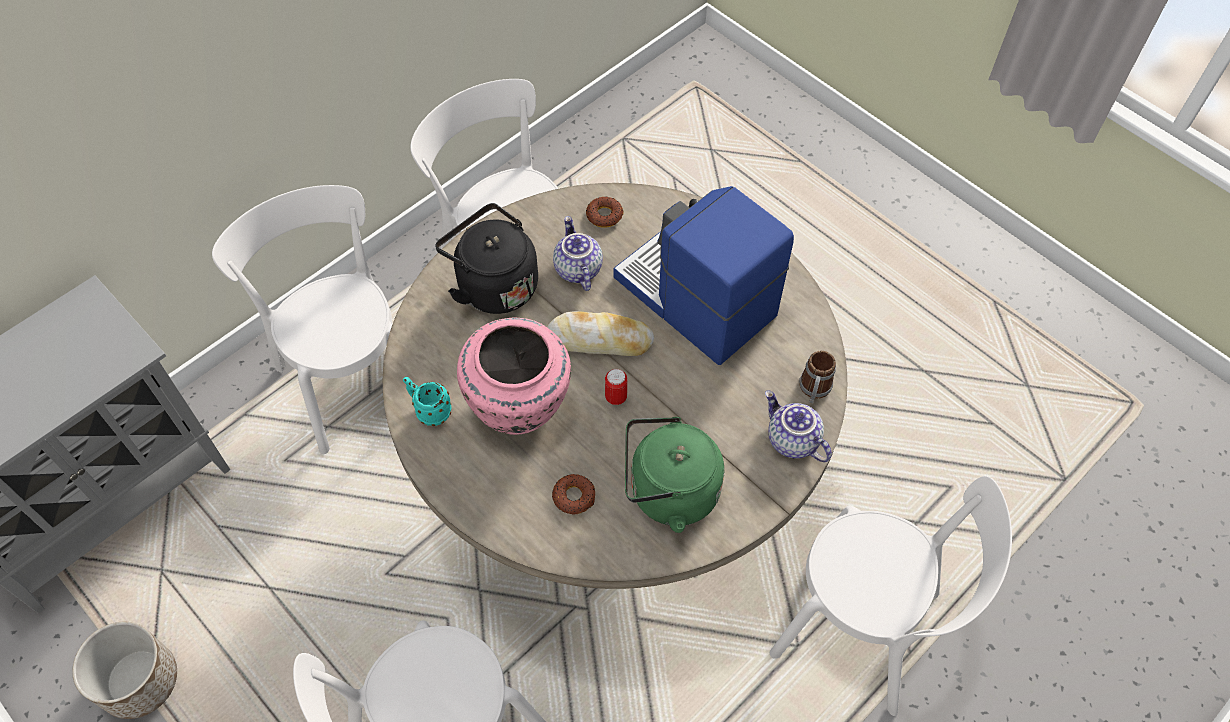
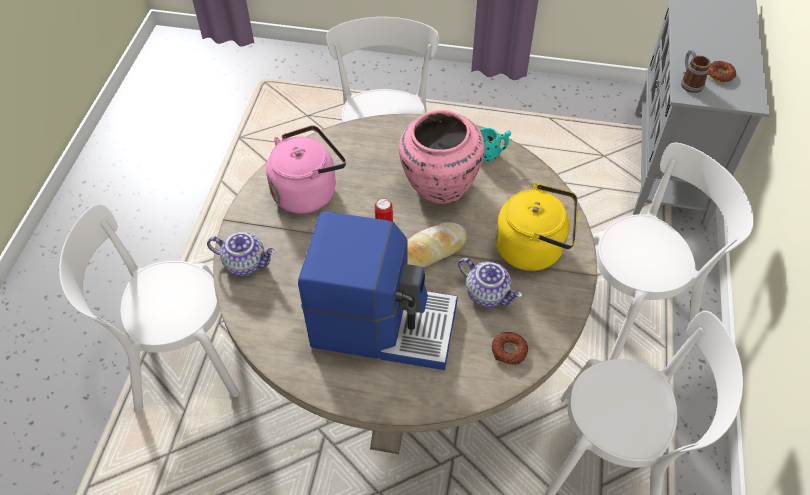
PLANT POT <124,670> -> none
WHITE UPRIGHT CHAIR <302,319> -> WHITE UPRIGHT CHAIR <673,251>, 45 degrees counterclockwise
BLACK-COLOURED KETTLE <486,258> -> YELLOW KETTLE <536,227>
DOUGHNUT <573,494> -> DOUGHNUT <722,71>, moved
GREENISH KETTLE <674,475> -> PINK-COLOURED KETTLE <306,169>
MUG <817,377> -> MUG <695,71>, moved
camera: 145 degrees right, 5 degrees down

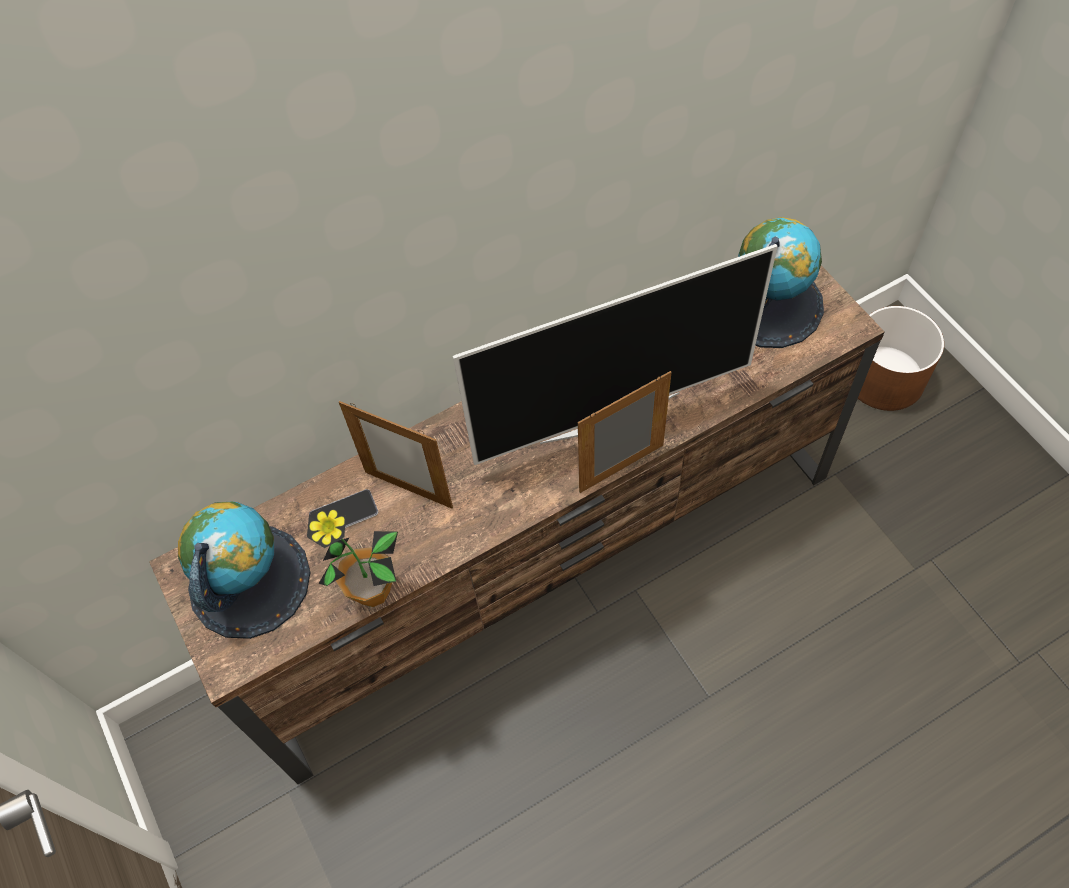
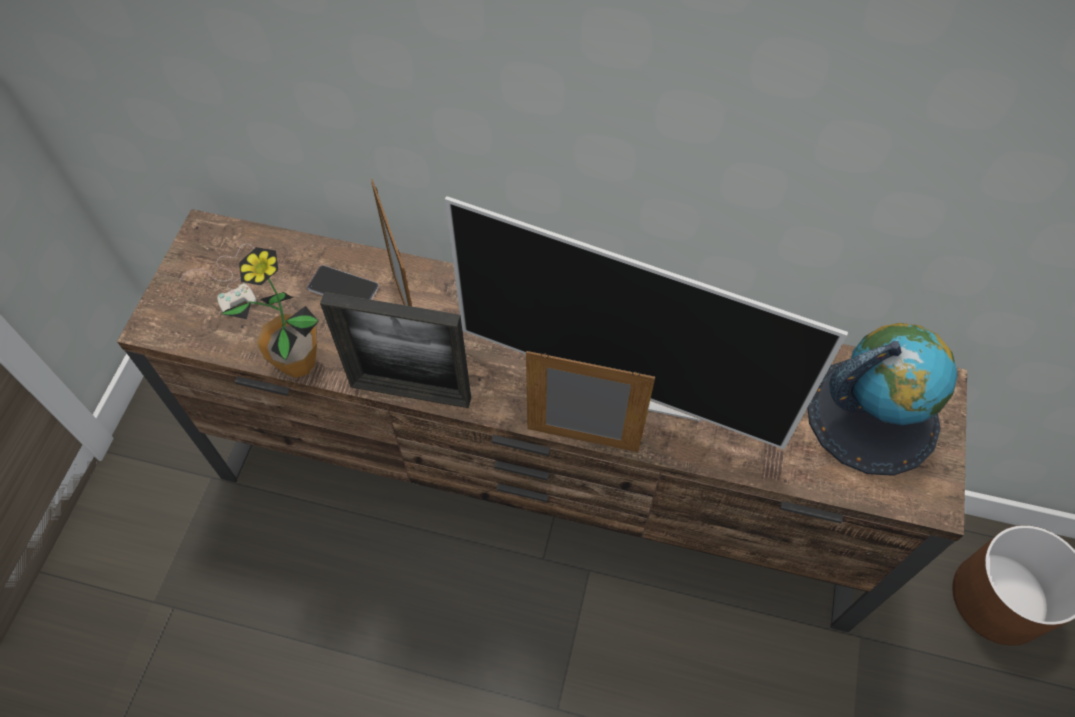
GLOBE <244,570> -> WHITE GAMEPAD <218,280>
none -> PICTURE FRAME <395,350>
camera: 40 degrees right, 0 degrees up

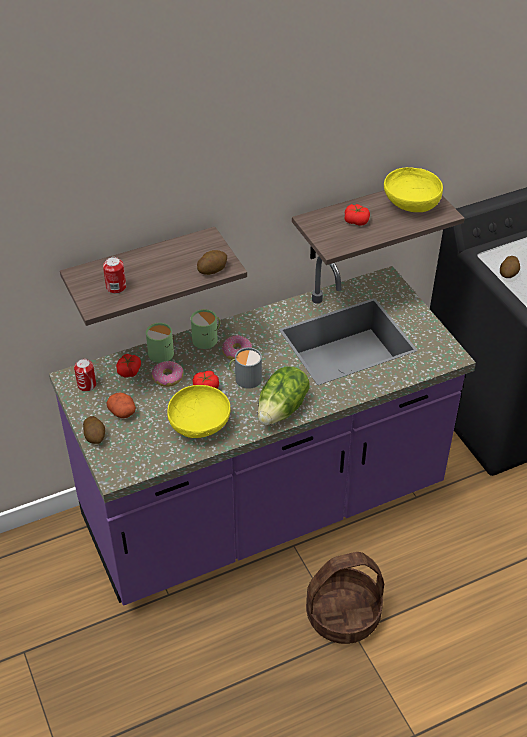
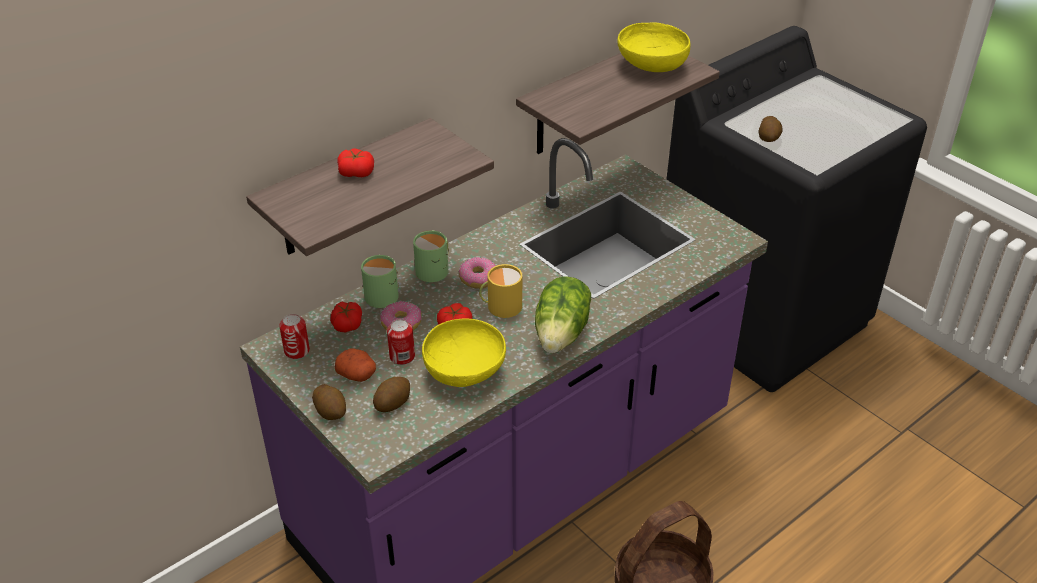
METAL CAN <114,275> -> METAL CAN <401,342>, moved
WHOLE POTATO <212,262> -> WHOLE POTATO <391,394>, moved
GRAY MUG <245,368> -> YELLOW MUG <500,291>
WHOLE TOMATO <357,215> -> WHOLE TOMATO <355,162>, moved
camera: 15 degrees left, 5 degrees down

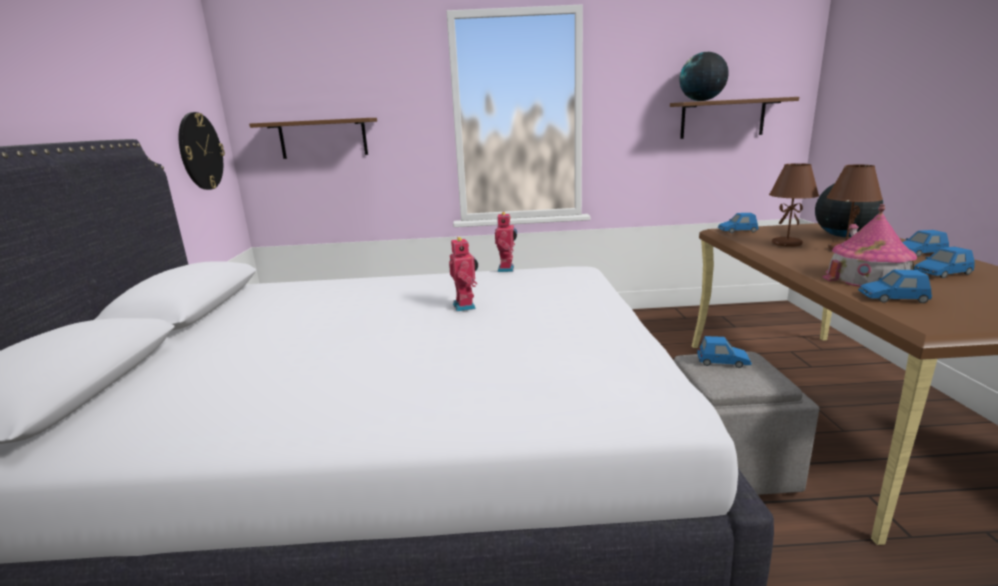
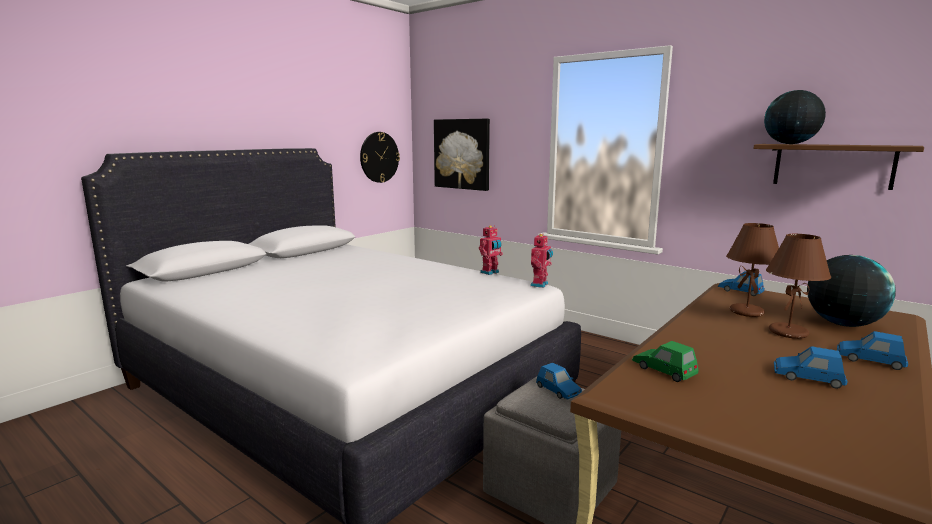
BROWN-COLOURED WALL SHELF <313,138> -> PICTURE <462,155>
ROBOT FIGURE <463,274> -> ROBOT FIGURE <541,261>, moved
TOY HOUSE <869,245> -> none
BLUE-COLOURED MINIATURE CAR <895,286> -> GREENISH MINIATURE CAR <665,361>
camera: 40 degrees right, 5 degrees down

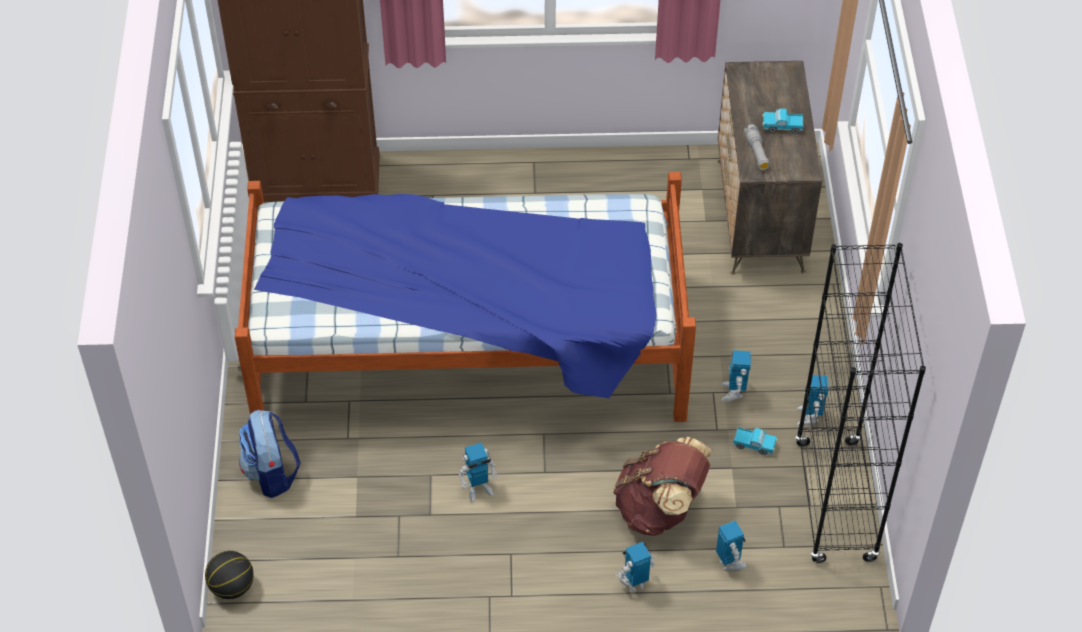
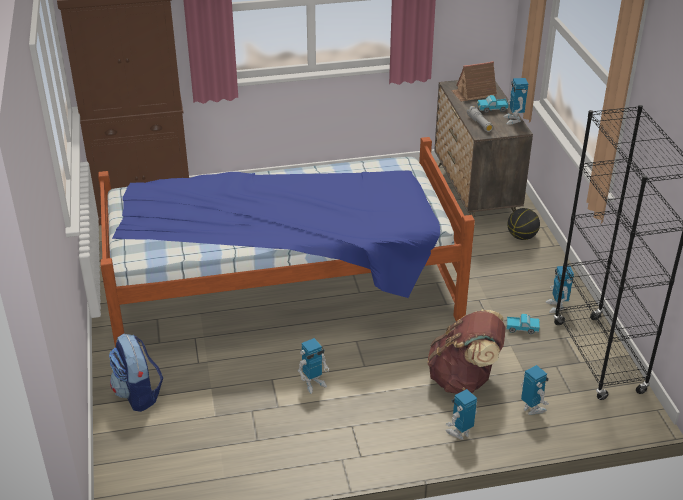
BALL FOR BASKETBALL <229,575> -> BALL FOR BASKETBALL <523,224>, moved
ROBOT FIGURE <736,376> -> ROBOT FIGURE <515,101>, moved
none -> TOY HOUSE <474,81>
camera: 10 degrees left, 15 degrees down

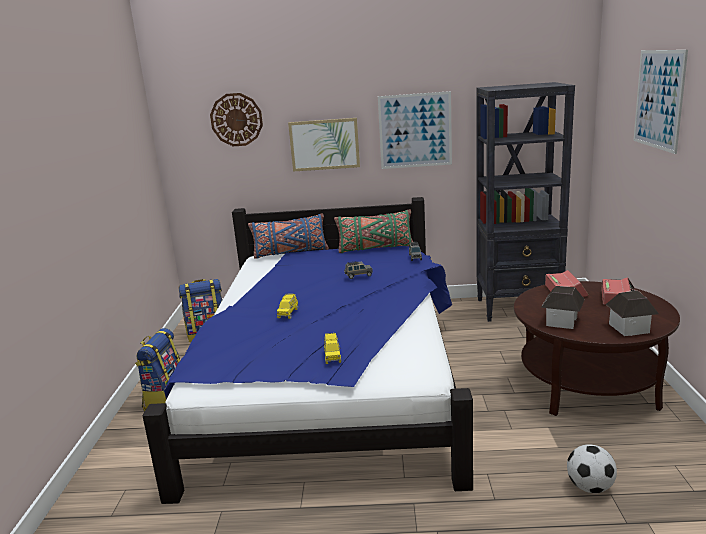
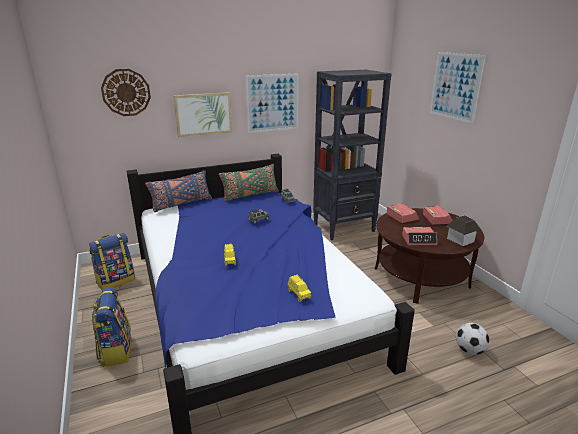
TOY HOUSE <563,307> -> BEDSIDE CLOCK <419,236>
camera: 25 degrees left, 5 degrees up

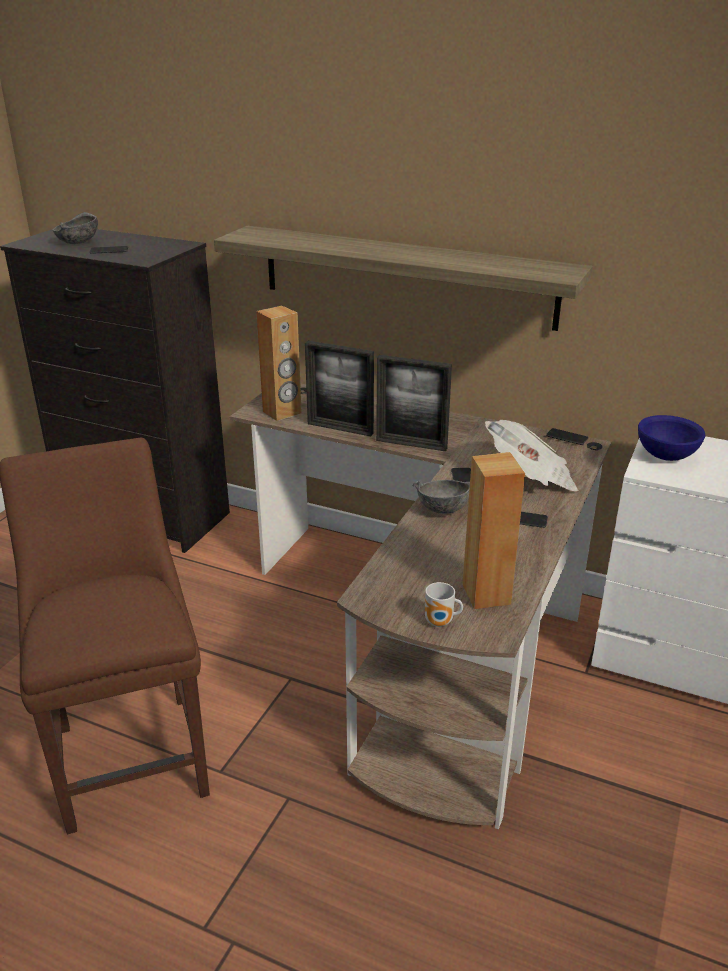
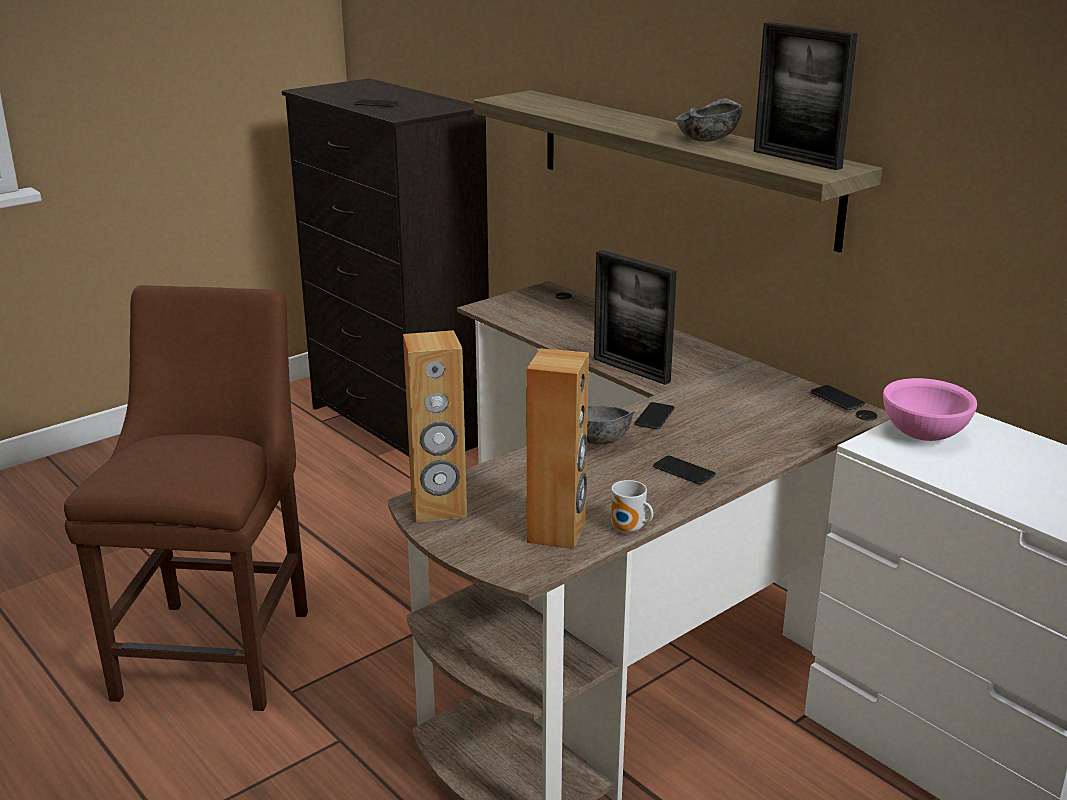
GRAY DEEP DISH <75,228> -> GRAY DEEP DISH <709,120>, moved
BROWN-COLOURED AUDIO SPEAKER <279,363> -> BROWN-COLOURED AUDIO SPEAKER <435,426>, moved
PICTURE FRAME <339,388> -> PICTURE FRAME <806,96>, moved
MUG <444,604> -> MUG <632,507>, moved
DAILY PAPER <531,455> -> none
BLUE-COLOURED DEEP DISH <671,438> -> PINK-COLOURED DEEP DISH <930,409>
camera: 25 degrees right, 5 degrees down

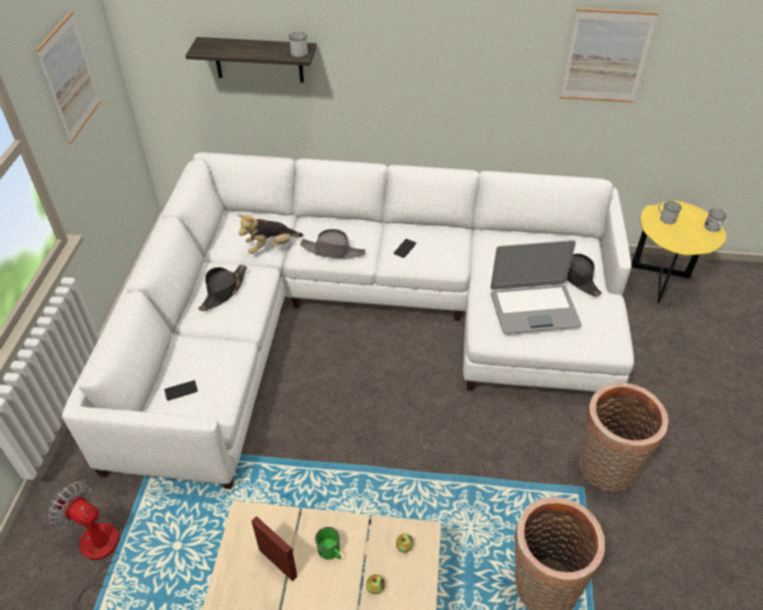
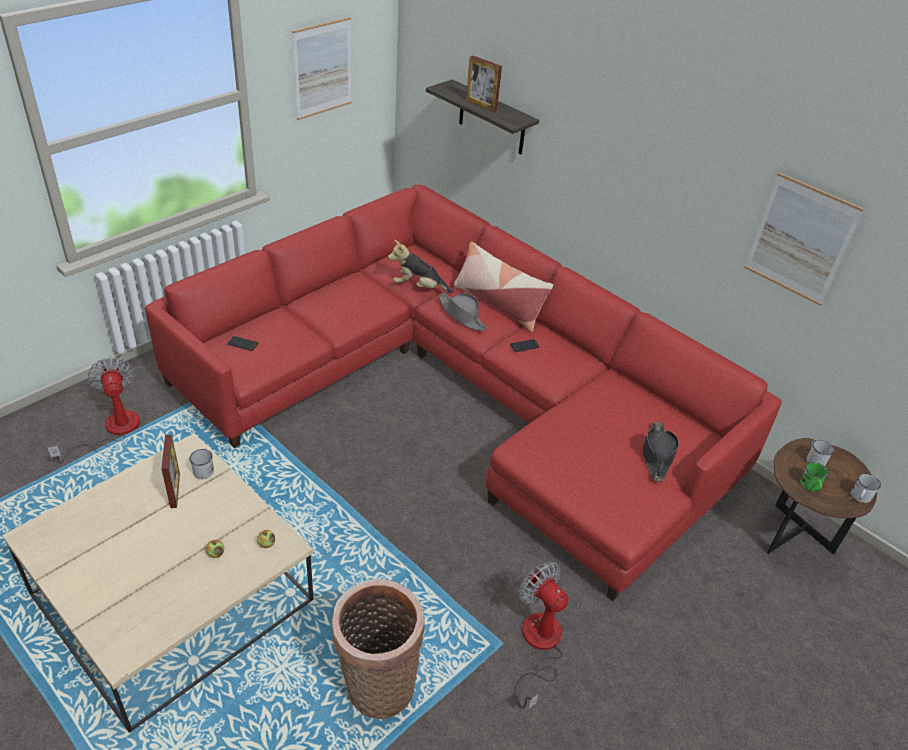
WHITE COUCH <348,320> -> RED COUCH <463,392>
BLACK-COLOURED WEARABLE HAT <222,288> -> none
WHITE MUG <298,44> -> WHITE MUG <201,463>, moved
GREENISH MUG <328,543> -> GREENISH MUG <814,476>, moved
LAPTOP <536,287> -> none
BASKET <624,437> -> ELECTRIC FAN <542,635>
YELLOW SIDE TABLE <678,252> -> BROWN-COLOURED SIDE TABLE <822,496>
none -> PILLOW <503,287>
none -> PICTURE FRAME <484,84>
camera: 35 degrees right, 5 degrees down

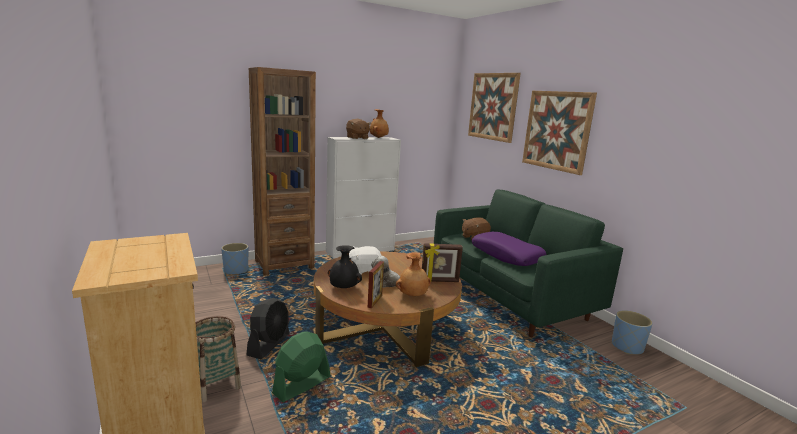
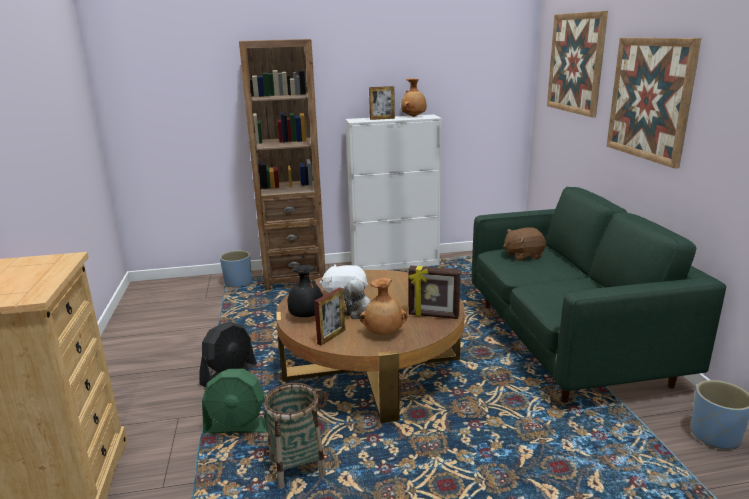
BASKET <218,359> -> BASKET <295,436>, moved
GREENISH ELECTRIC FAN <301,367> -> GREENISH ELECTRIC FAN <235,401>, 150 degrees counterclockwise
BROWN-COLOURED PLUSH TOY <358,129> -> PICTURE FRAME <382,103>
PURPLE-COLOURED PILLOW <509,249> -> none
camera: 20 degrees right, 5 degrees up

